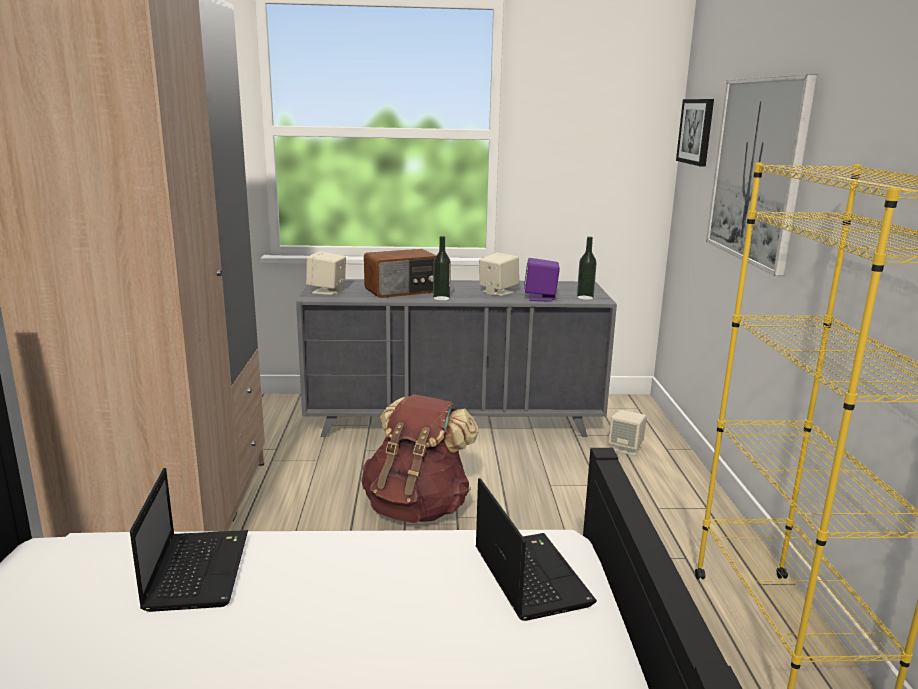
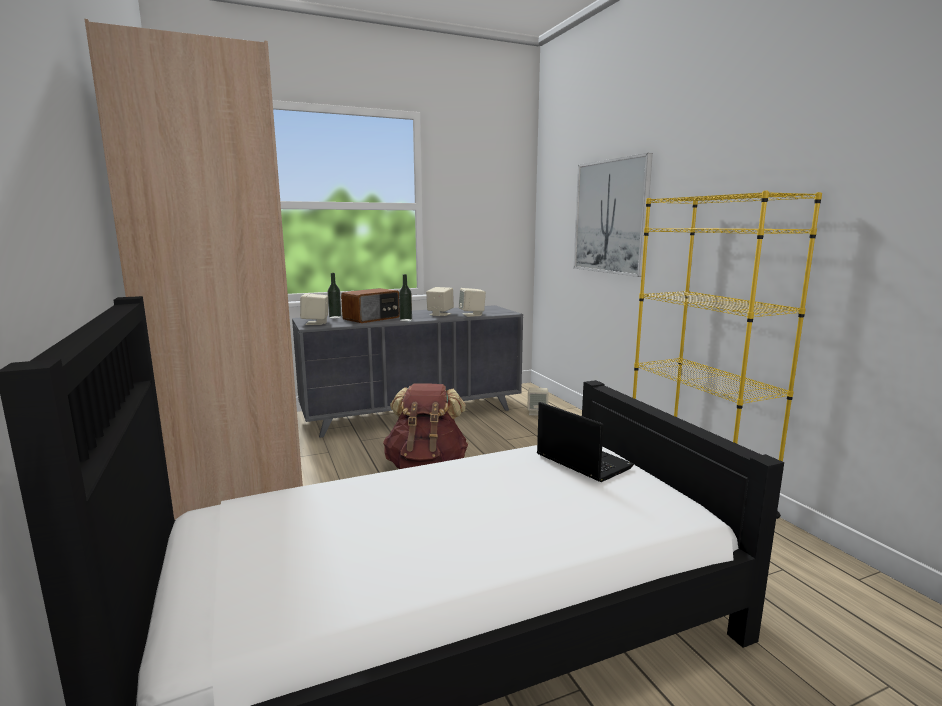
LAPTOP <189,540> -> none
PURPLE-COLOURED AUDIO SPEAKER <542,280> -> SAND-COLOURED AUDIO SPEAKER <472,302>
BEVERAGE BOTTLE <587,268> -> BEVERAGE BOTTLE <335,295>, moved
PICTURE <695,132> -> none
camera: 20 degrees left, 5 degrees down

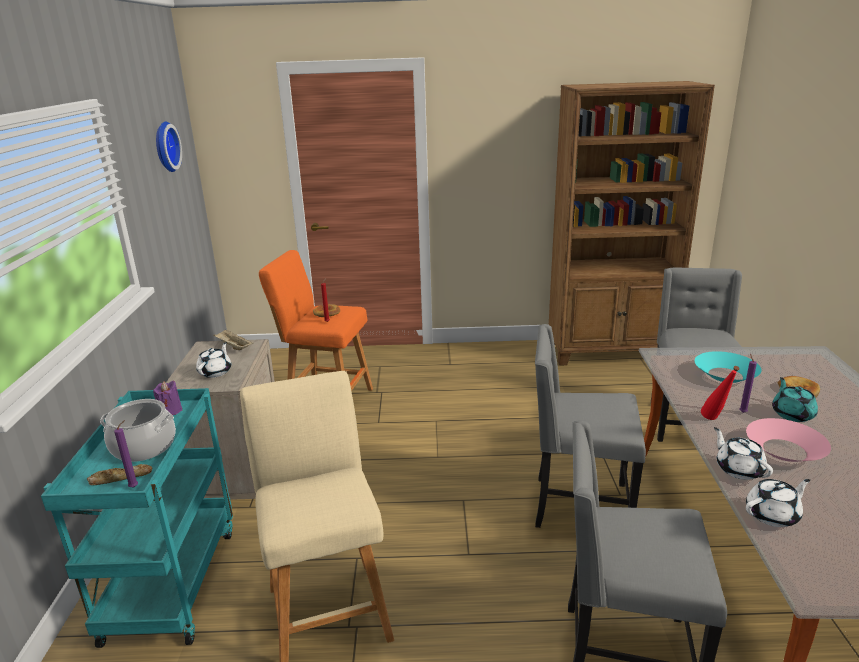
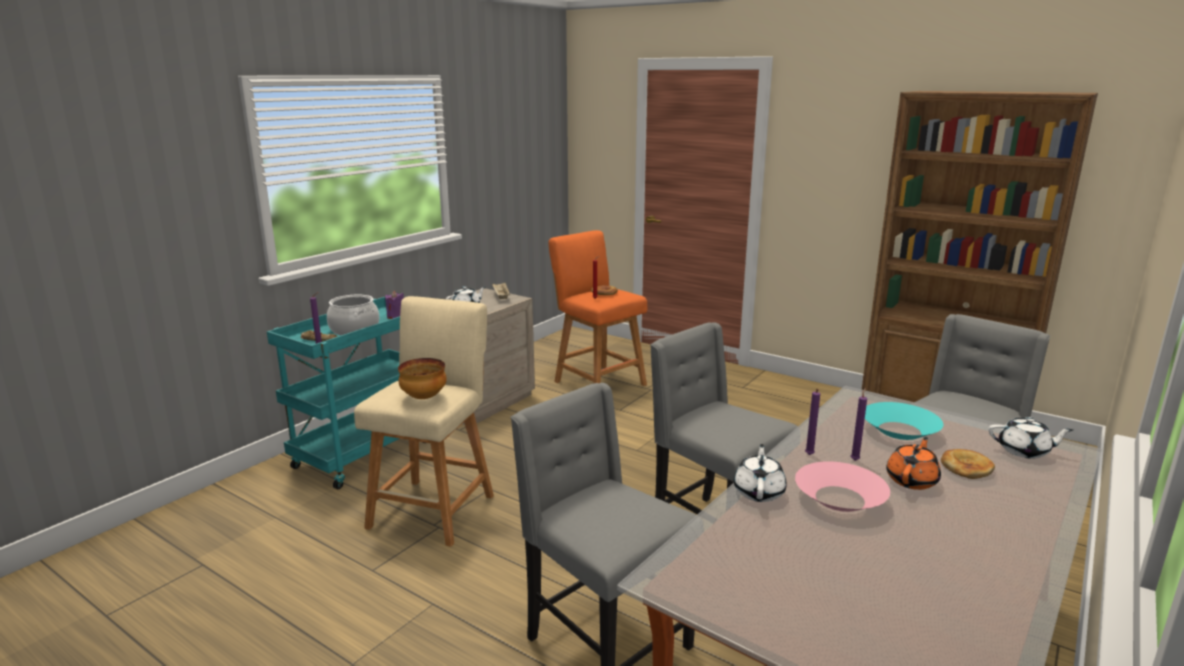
CLOCK ON THE WALL <169,147> -> none
RED BEVERAGE BOTTLE <720,393> -> PURPLE-COLOURED CANDLE <812,422>
WHITE TEAPOT <778,503> -> WHITE TEAPOT <1030,438>, moved
BLUE-GREEN TEAPOT <795,399> -> ORANGE-COLOURED TEAPOT <913,463>
none -> DEEP DISH <422,378>
camera: 35 degrees right, 5 degrees down

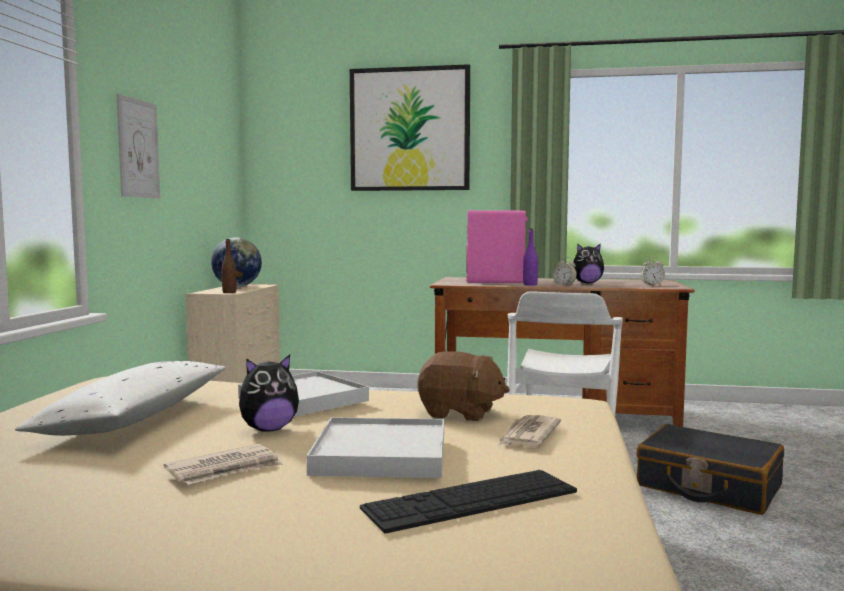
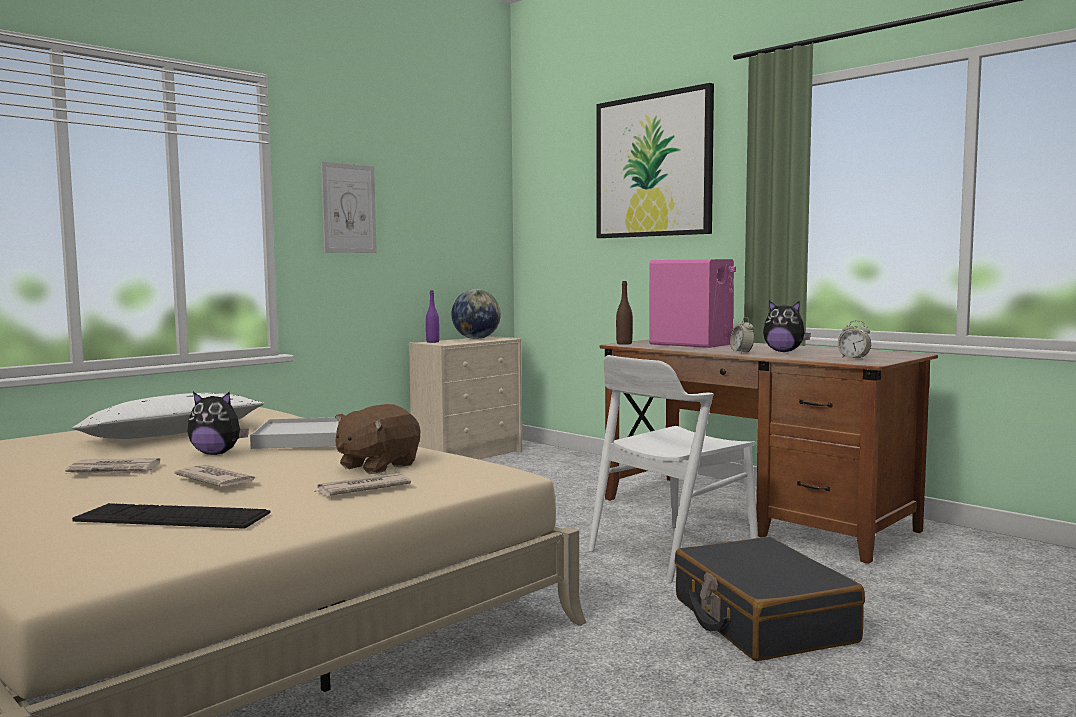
BROWN-COLOURED BEVERAGE BOTTLE <229,266> -> BROWN-COLOURED BEVERAGE BOTTLE <624,313>, moved
WHITE TRAY <375,447> -> DAILY PAPER <216,476>
BROWN-COLOURED PLUSH TOY <463,386> -> BROWN-COLOURED PLUSH TOY <377,439>, 75 degrees clockwise
PURPLE-COLOURED BEVERAGE BOTTLE <530,257> -> PURPLE-COLOURED BEVERAGE BOTTLE <433,317>, moved
camera: 35 degrees right, 0 degrees up

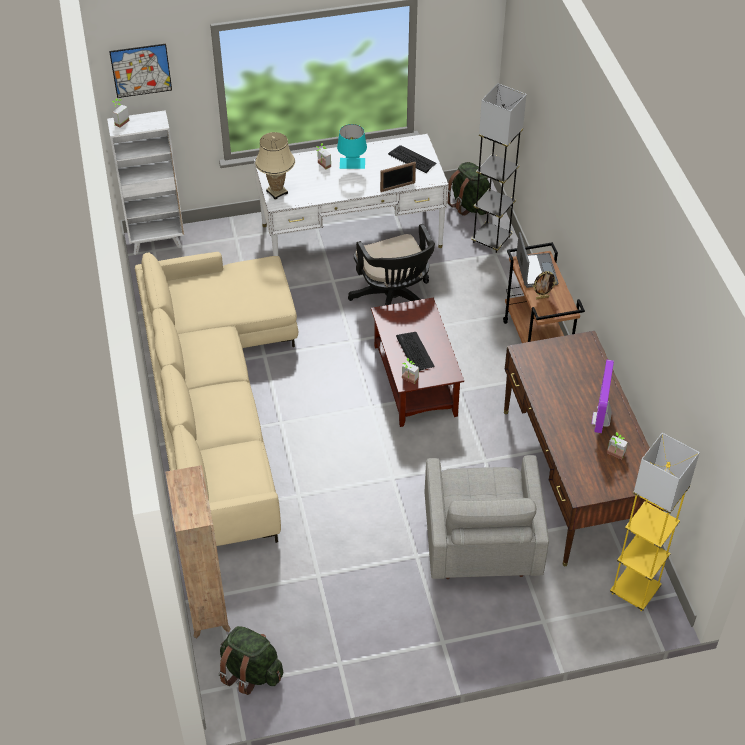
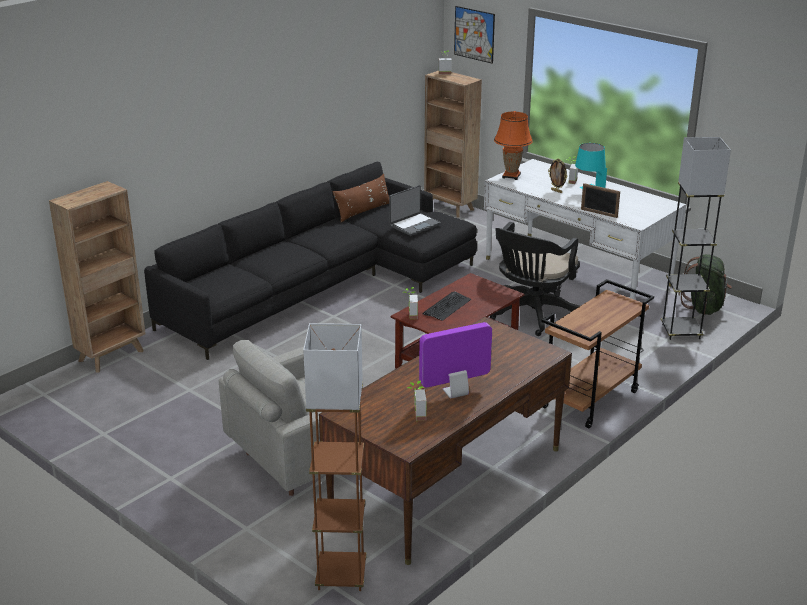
WHITE BOOKCASE <145,182> -> BROWN-COLOURED BOOKCASE <453,144>
SAND-COLOURED COUCH <216,399> -> BLACK-COLOURED COUCH <310,261>
GREENISH RUCKSACK <251,660> -> none
SAND-COLOURED TABLETOP LAMP <275,166> -> ORANGE-COLOURED TABLETOP LAMP <513,145>
COMPUTER KEYBOARD <412,159> -> none
LAPTOP <537,260> -> LAPTOP <415,210>, moved
PICTURE FRAME <545,285> -> PICTURE FRAME <557,175>, moved
YELLOW FLOOR LAMP <655,522> -> BROWN-COLOURED FLOOR LAMP <334,457>
none -> BROWN-COLOURED PILLOW <360,198>
camera: 55 degrees right, 20 degrees down

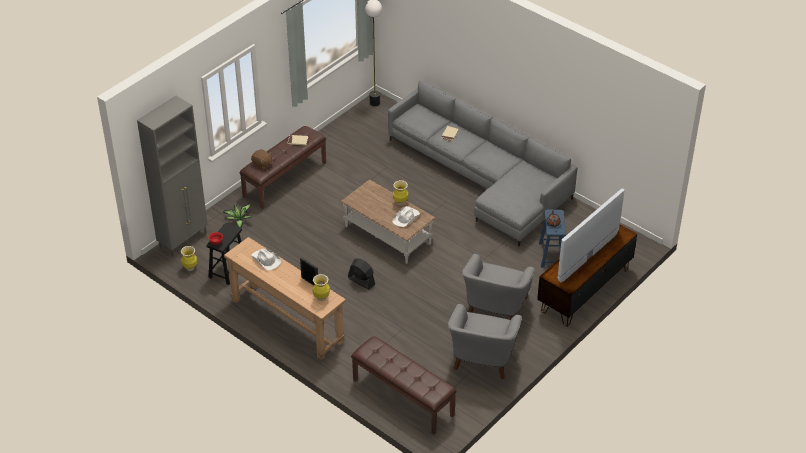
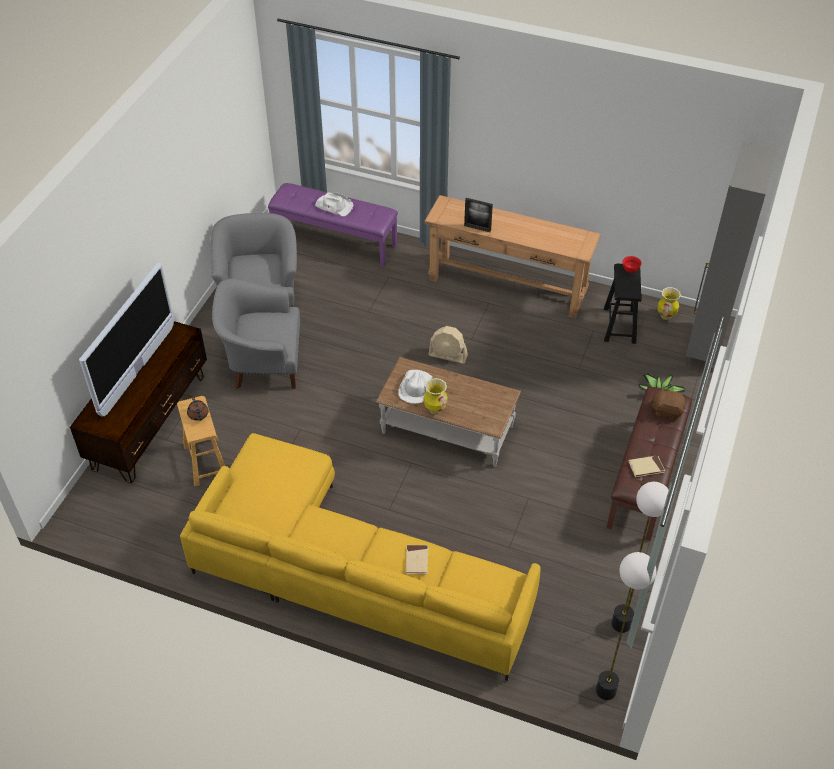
WHITE WEARABLE HAT <266,260> -> WHITE WEARABLE HAT <334,204>, moved
VASE <321,287> -> none
BLACK-COLOURED ELECTRIC FAN <361,273> -> SAND-COLOURED ELECTRIC FAN <448,345>
BROWN-COLOURED INDOOR BENCH <404,385> -> PURPLE-COLOURED INDOOR BENCH <333,225>
GRAY COUCH <482,163> -> YELLOW COUCH <360,557>
GRAY LOUNGE CHAIR <498,287> -> GRAY LOUNGE CHAIR <256,334>, 90 degrees counterclockwise
BLUE-COLOURED STOOL <552,239> -> BROWN-COLOURED STOOL <201,441>
none -> FLOOR LAMP <640,557>
camera: 160 degrees right, 5 degrees up

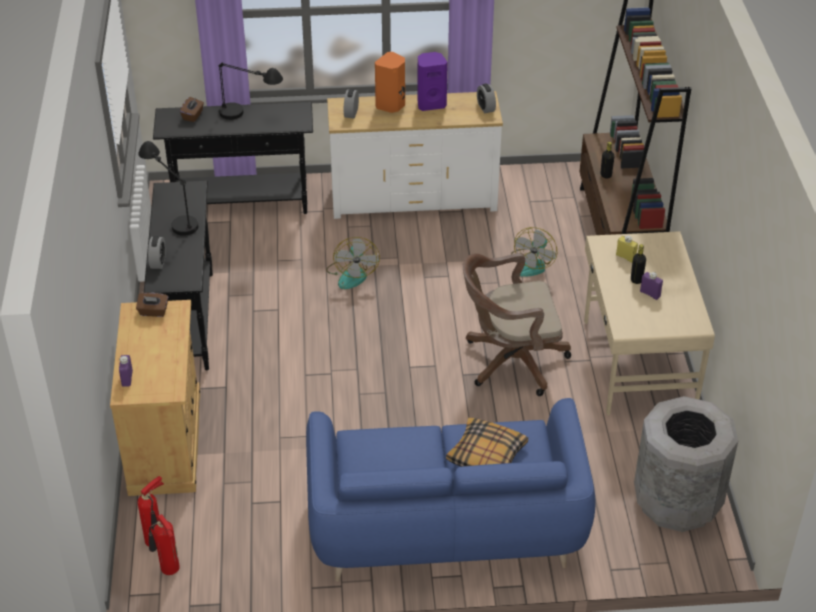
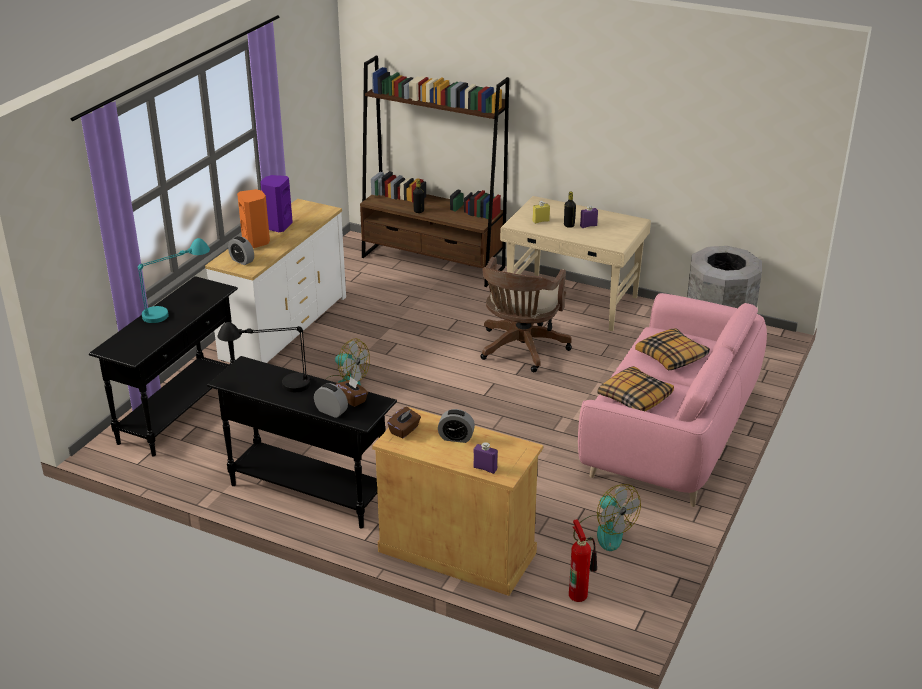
EXTINGUISHER <164,544> -> none
BROWN-COLOURED TISSUE HOLDER <192,109> -> BROWN-COLOURED TISSUE HOLDER <352,391>, moved
BLACK-COLOURED TABLETOP LAMP <251,91> -> BLUE-GREEN TABLETOP LAMP <174,280>
BLUE-COLOURED COUCH <451,490> -> PINK-COLOURED COUCH <672,400>
BEDSIDE CLOCK <486,98> -> BEDSIDE CLOCK <456,426>, moved
ELECTRIC FAN <534,252> -> ELECTRIC FAN <607,517>, moved
none -> PILLOW <636,388>
camera: 60 degrees left, 10 degrees down

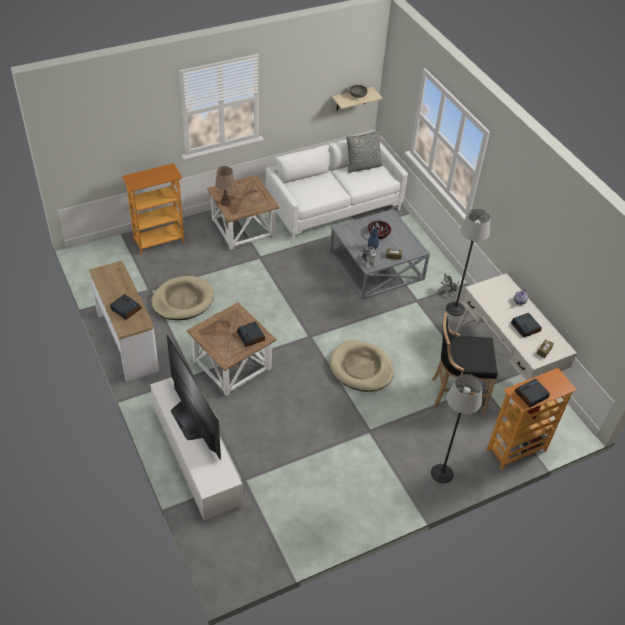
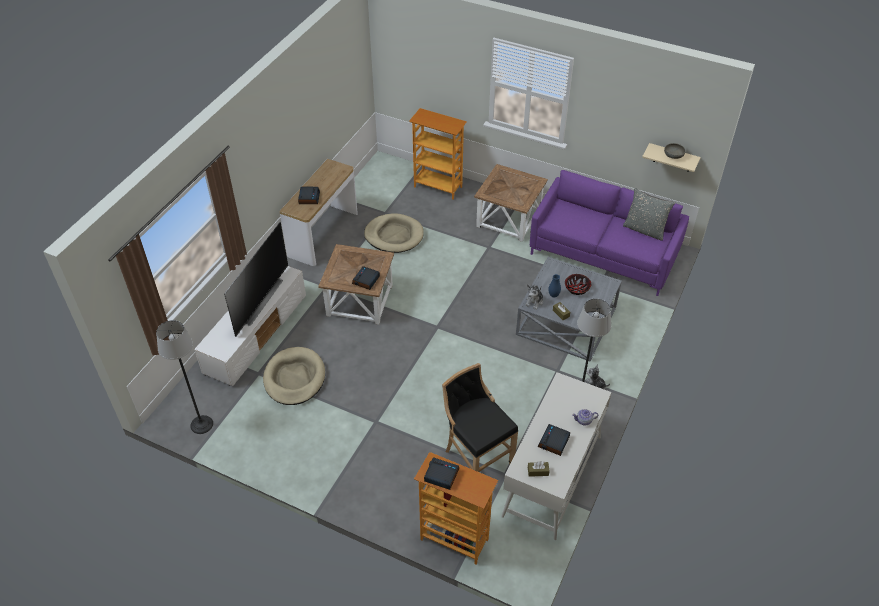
BROWN-COLOURED TABLETOP LAMP <225,186> -> none
WHITE COUCH <337,190> -> PURPLE-COLOURED COUCH <609,233>
SAND-COLOURED DOG BED <362,366> -> SAND-COLOURED DOG BED <294,376>, moved
FLOOR LAMP <456,428> -> FLOOR LAMP <184,377>, moved
camera: 55 degrees right, 0 degrees up

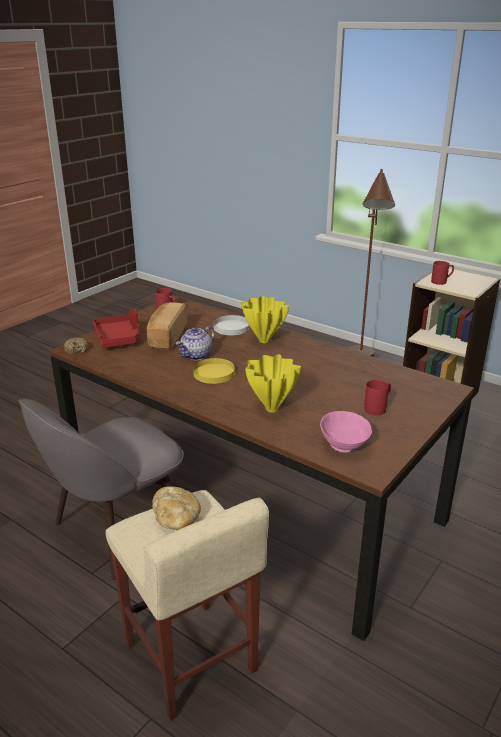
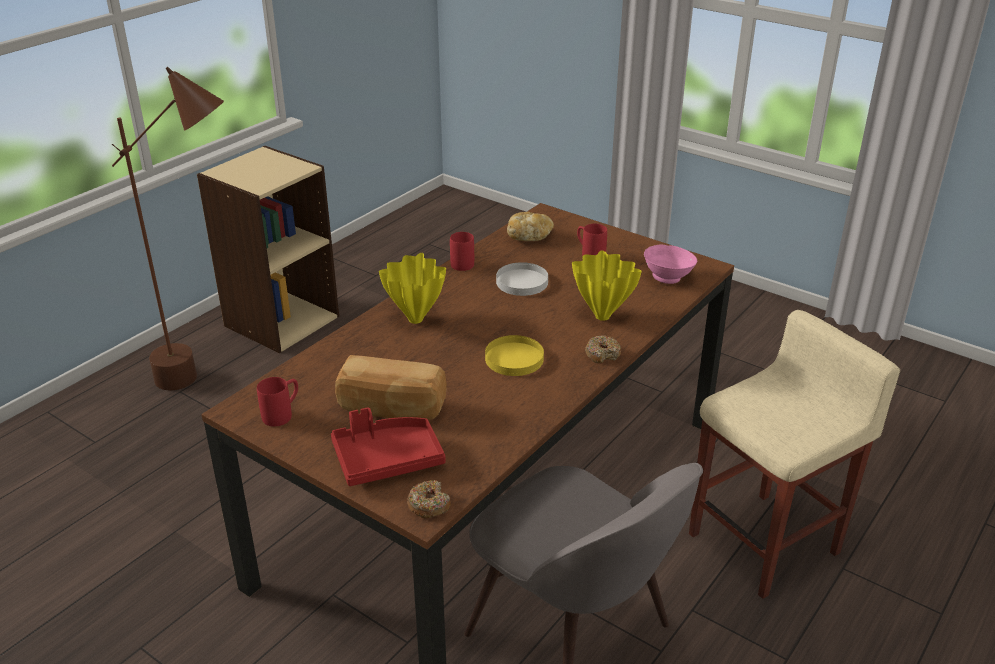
BREAD <176,508> -> BREAD <530,226>, moved
TEAPOT <195,343> -> none
WHITE PLATE <231,325> -> WHITE PLATE <522,279>, moved
RED MUG <442,273> -> RED MUG <462,251>, moved
none -> DOUGHNUT <603,349>
camera: 90 degrees left, 5 degrees up

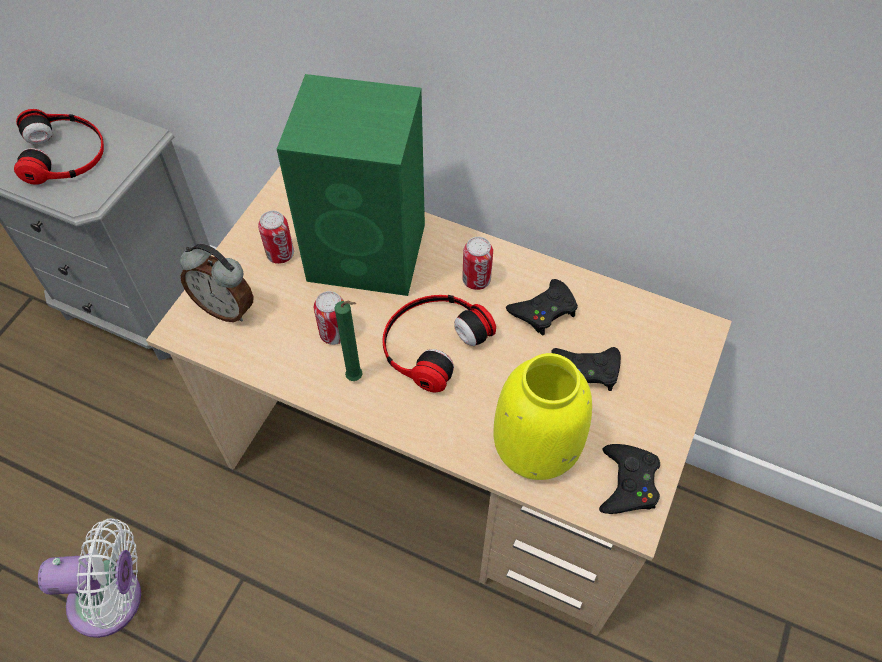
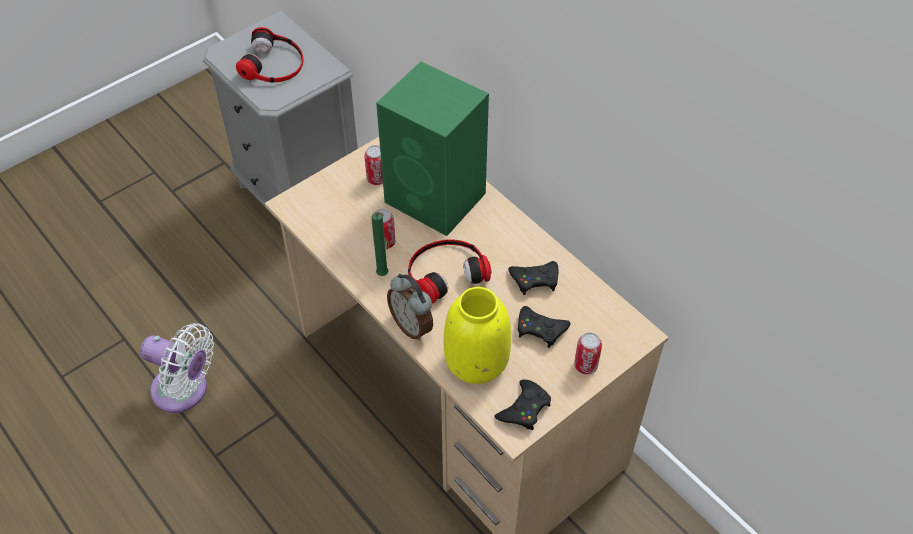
BEDSIDE CLOCK <216,282> -> BEDSIDE CLOCK <410,307>, moved
METAL CAN <477,263> -> METAL CAN <588,353>, moved
camera: 25 degrees right, 5 degrees down

